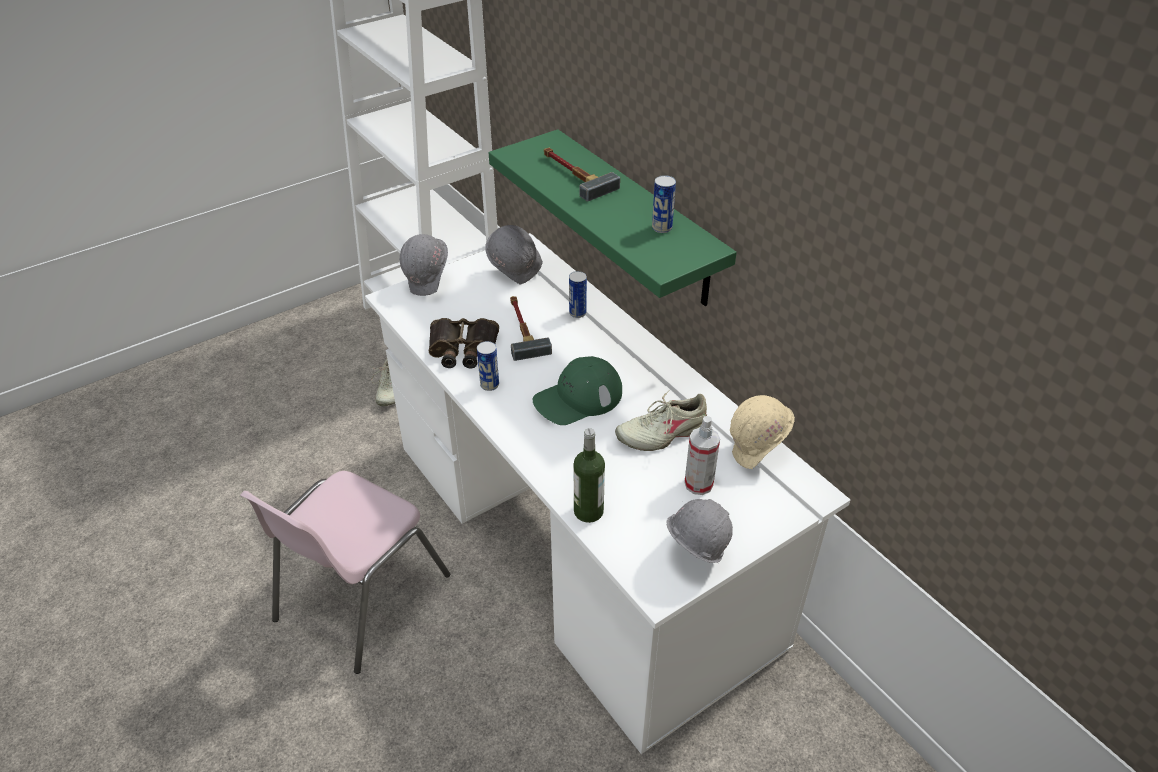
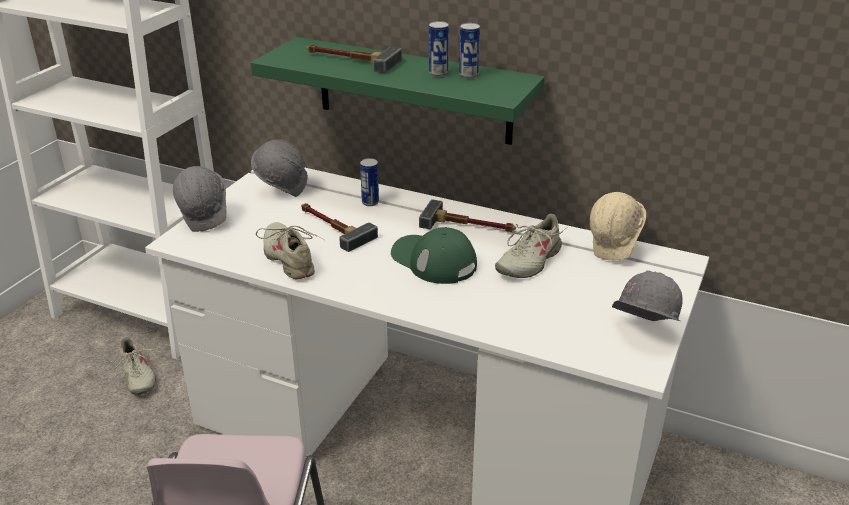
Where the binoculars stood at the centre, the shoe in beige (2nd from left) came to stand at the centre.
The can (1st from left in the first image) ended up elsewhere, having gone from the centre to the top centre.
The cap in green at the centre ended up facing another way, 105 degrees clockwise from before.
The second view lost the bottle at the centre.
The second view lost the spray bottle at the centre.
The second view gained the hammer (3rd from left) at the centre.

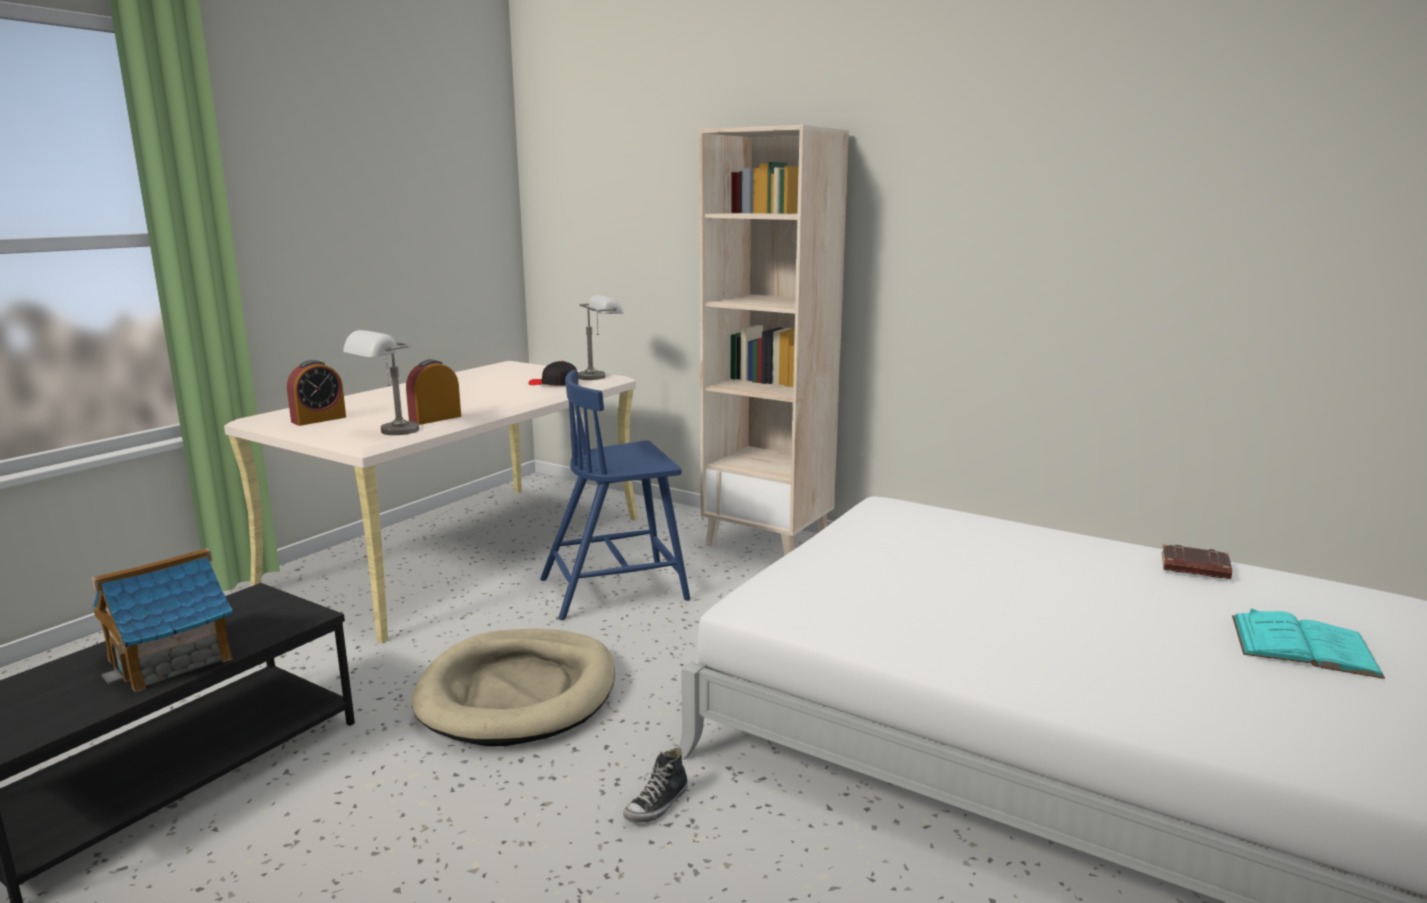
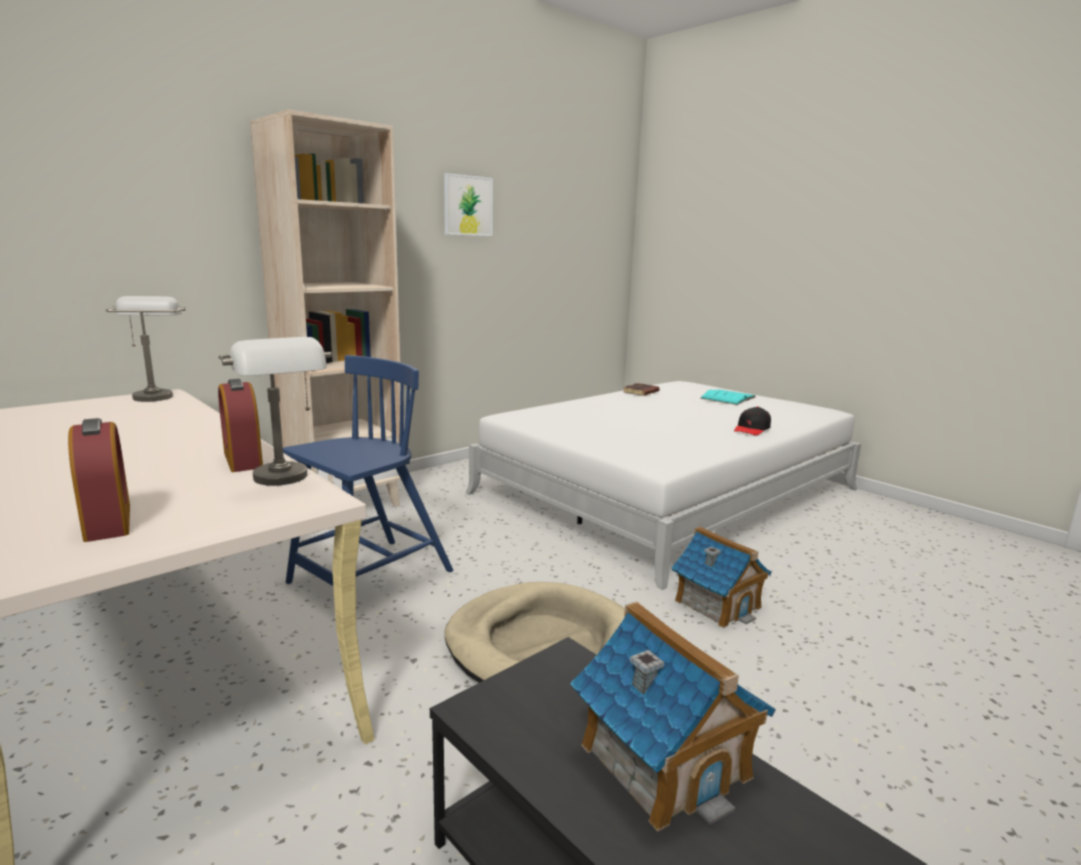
The cap in black ended up elsewhere, having gone from the centre to the middle right.
The chair in blue at the centre ended up facing another way, 135 degrees counterclockwise from before.
Where the shoe stood at the bottom centre, the toy house (2nd from left) came to stand at the bottom right.
The second view gained the picture at the top centre.

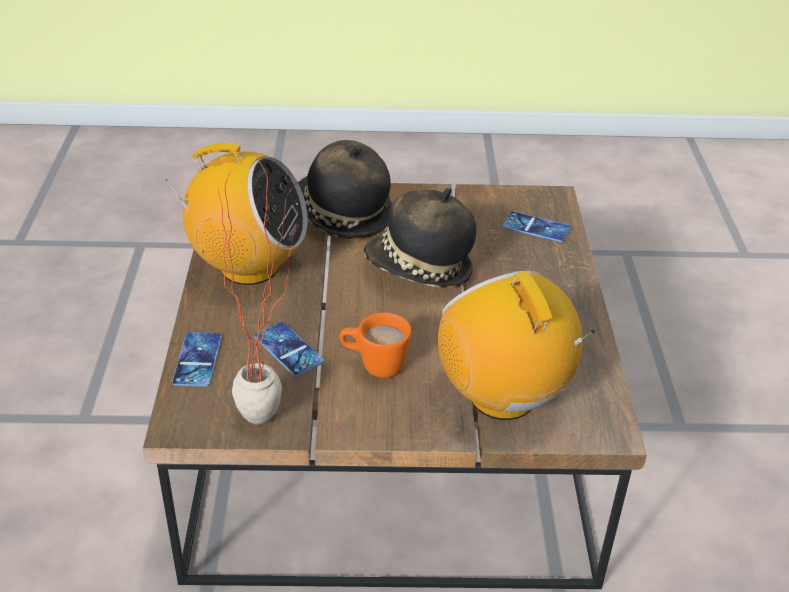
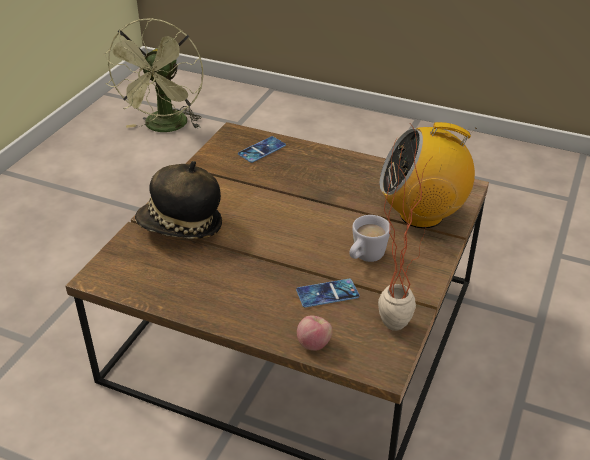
The second view lost the radio (1st from left) at the middle left.
Where the phone (1st from left) stood at the middle left, the apple came to stand at the bottom centre.
What was the mug in orange at the centre turned into the mug in white at the centre.
The second view lost the hat (2nd from left) at the centre.
The second view gained the fan in green at the top left.

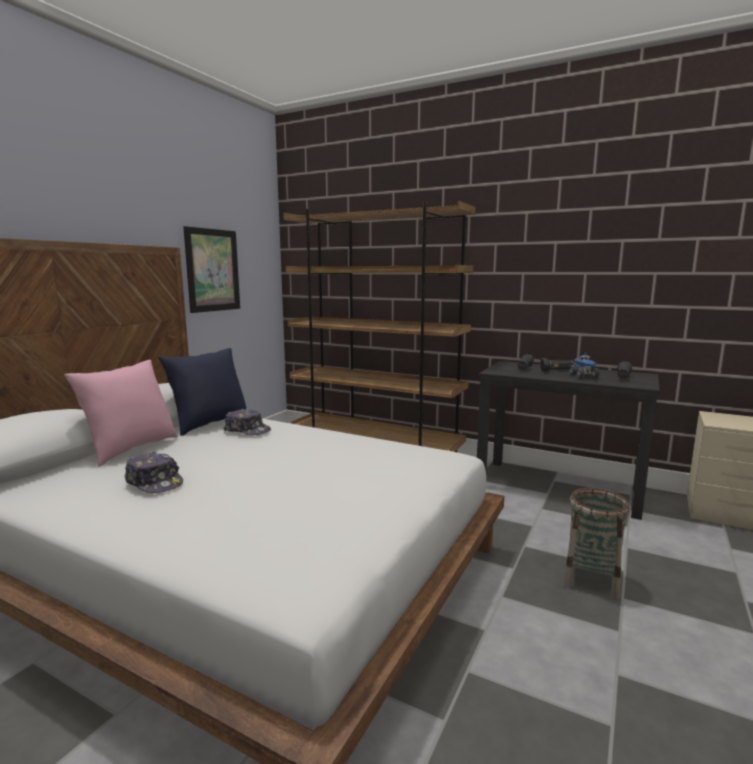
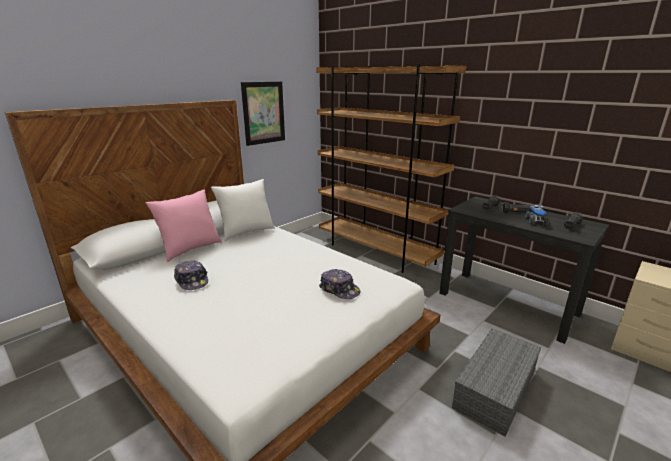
What was the pillow in blue at the middle left turned into the pillow in white at the centre.
The cap (2nd from left) ended up elsewhere, having gone from the middle left to the centre.
Where the basket stood at the bottom right, the storage box in grey came to stand at the bottom right.

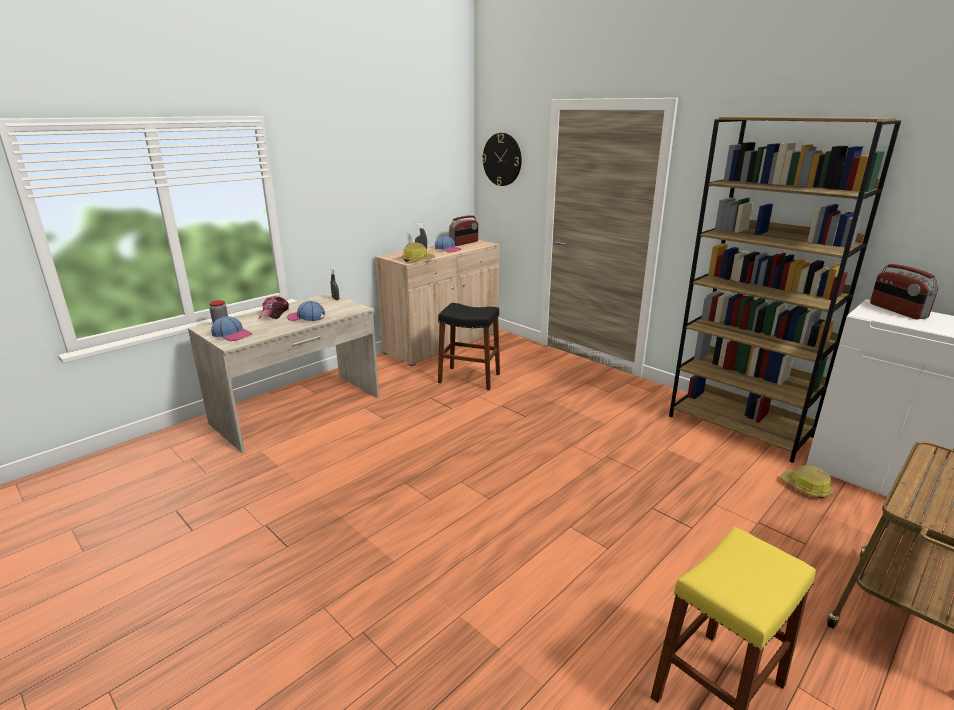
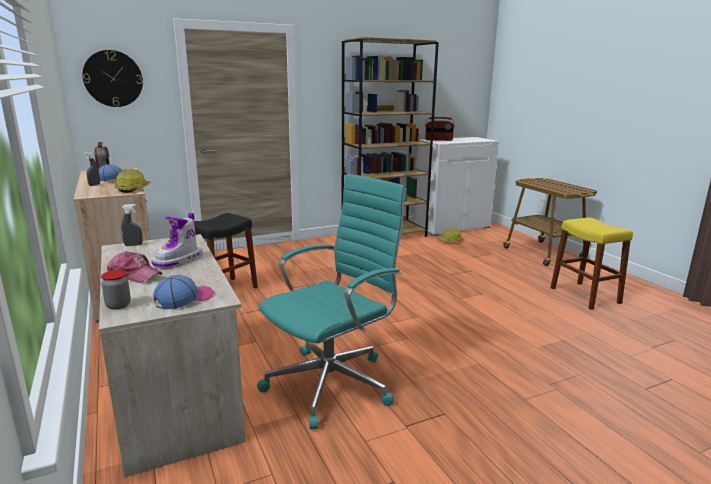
Where the cap (3rd from left) stood at the middle left, the boot came to stand at the middle left.
The second view gained the office chair in turquoise at the centre.

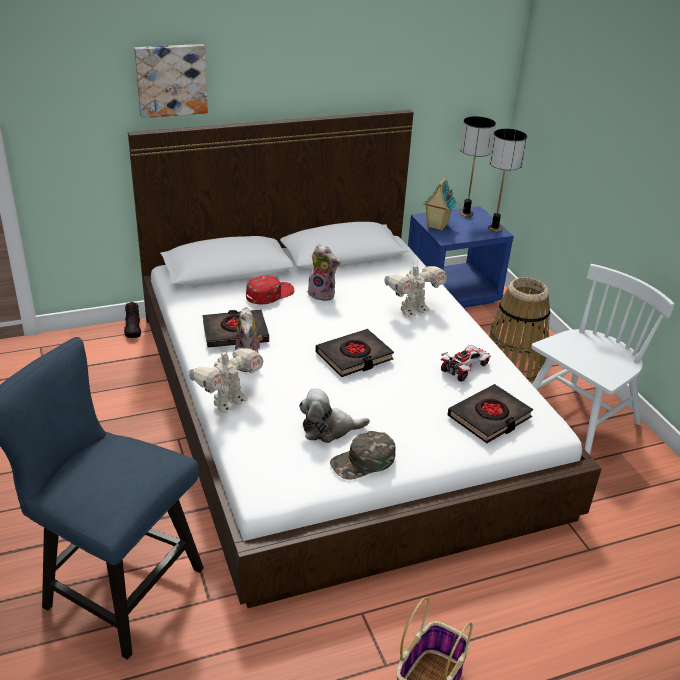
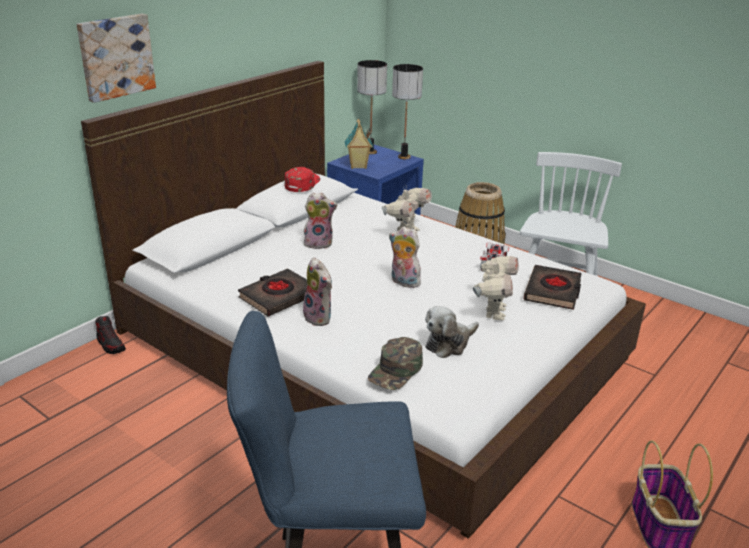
The toy robot (1st from left in the first image) ended up elsewhere, having gone from the middle left to the centre.
The cap in red ended up elsewhere, having gone from the centre to the top centre.
Where the book in black (2nd from left) stood at the centre, the plush toy (3rd from left) came to stand at the centre.
The cap in green ended up elsewhere, having gone from the bottom centre to the centre.

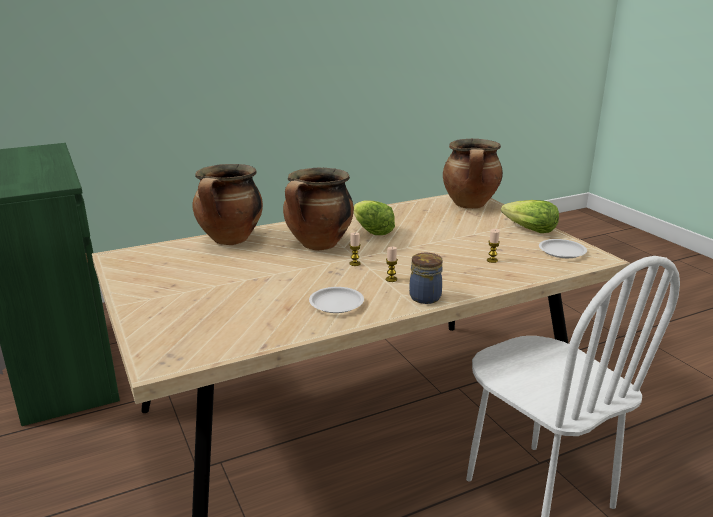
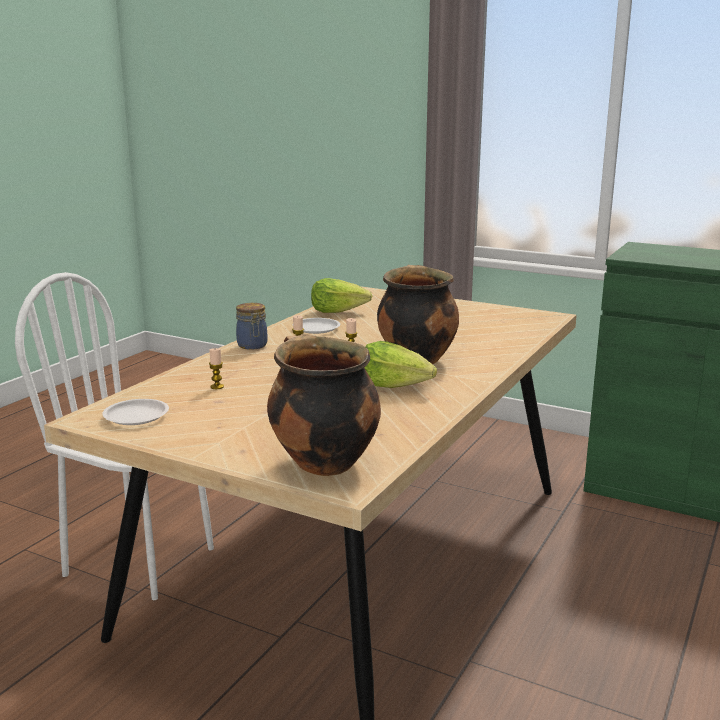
The second view lost the cooking pot (1st from left) at the middle left.
The lettuce (2nd from left in the first image) ended up elsewhere, having gone from the middle right to the centre.

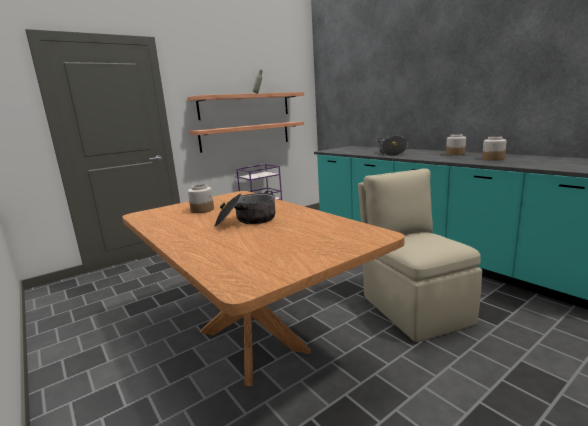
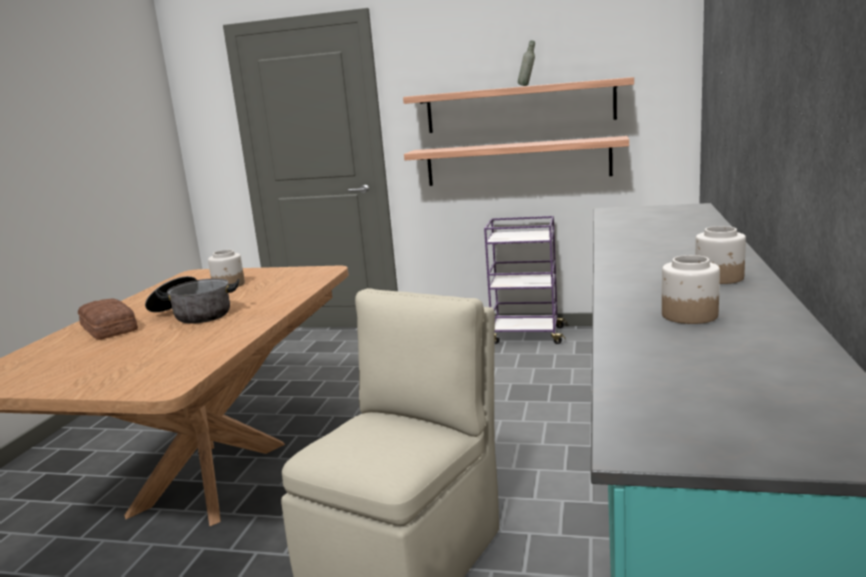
The second view lost the cooking pot (2nd from left) at the middle right.
The second view gained the bread at the middle left.

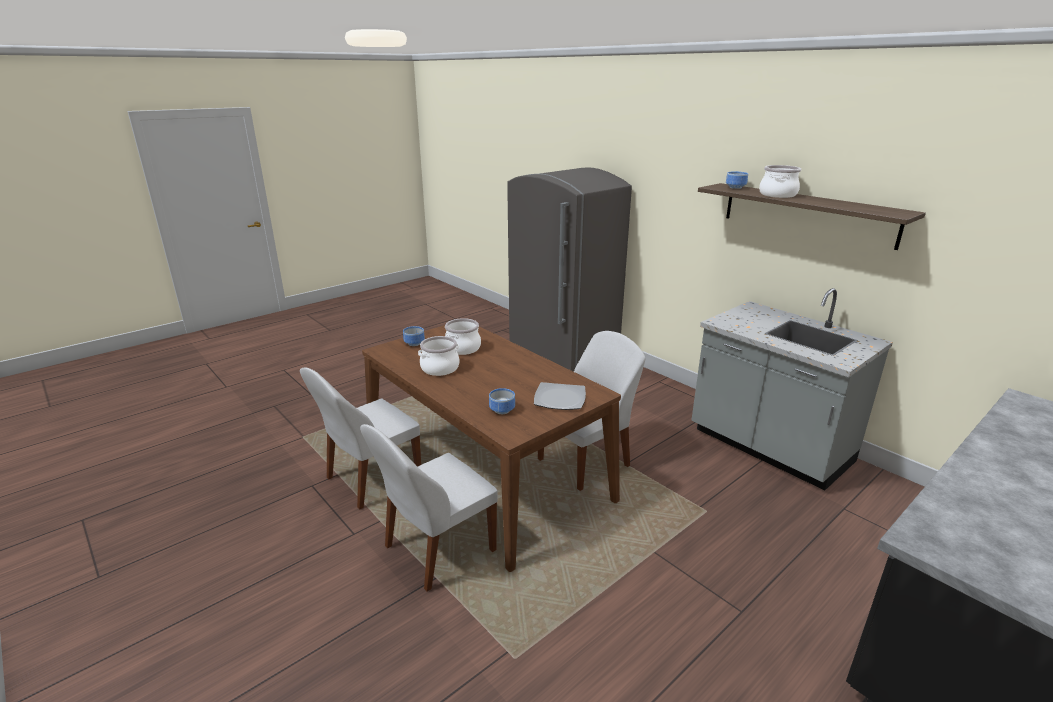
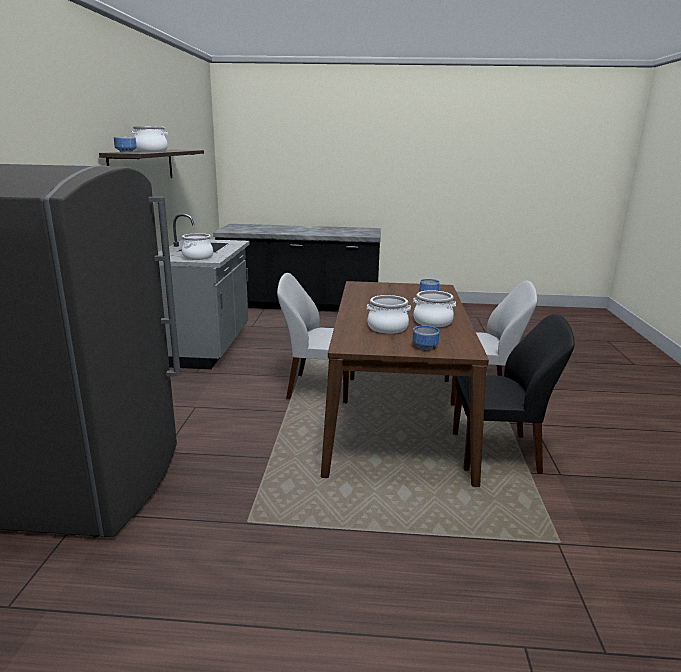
What was the chair in white (1st from left) at the centre turned into the chair in black at the middle right.
The second view lost the plate at the centre.
The second view gained the cooking pot (2nd from left) at the middle left.

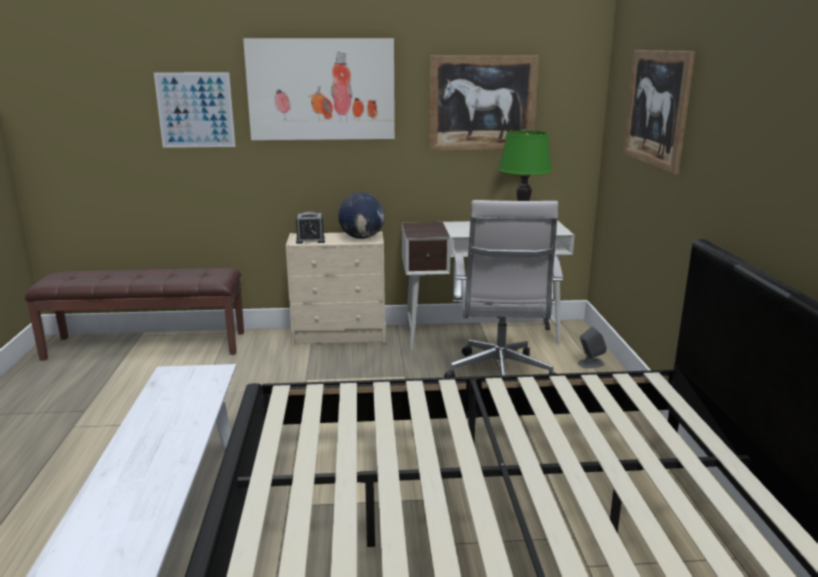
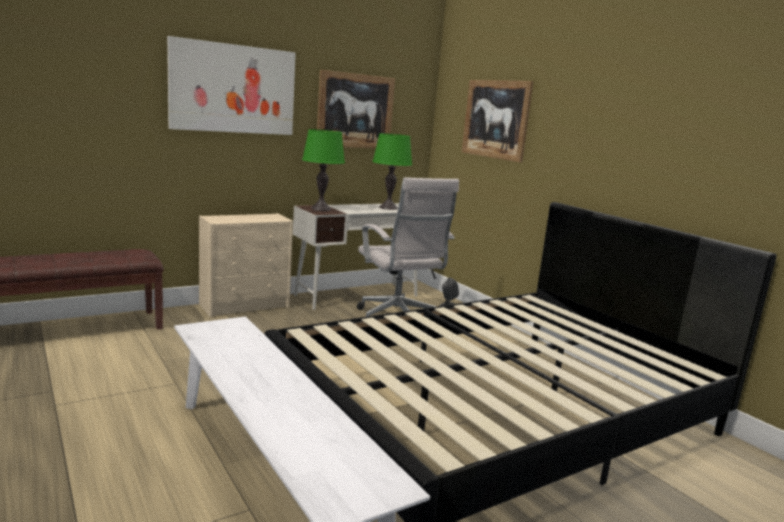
The second view lost the picture (1st from left) at the top left.
The second view lost the alarm clock at the centre.
The second view lost the globe at the centre.
The second view gained the table lamp in green (1st from left) at the top centre.

